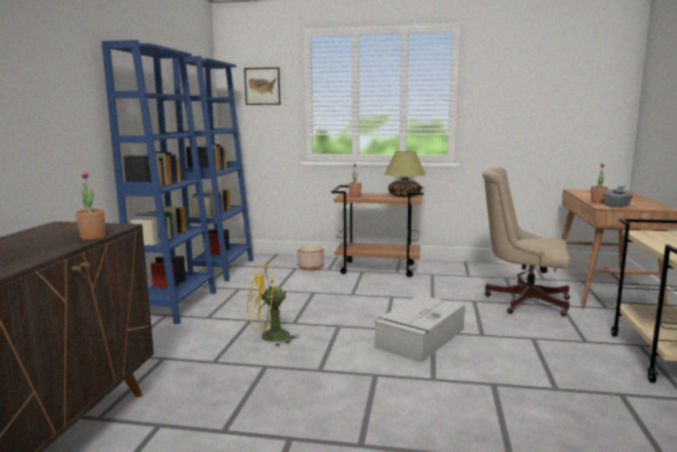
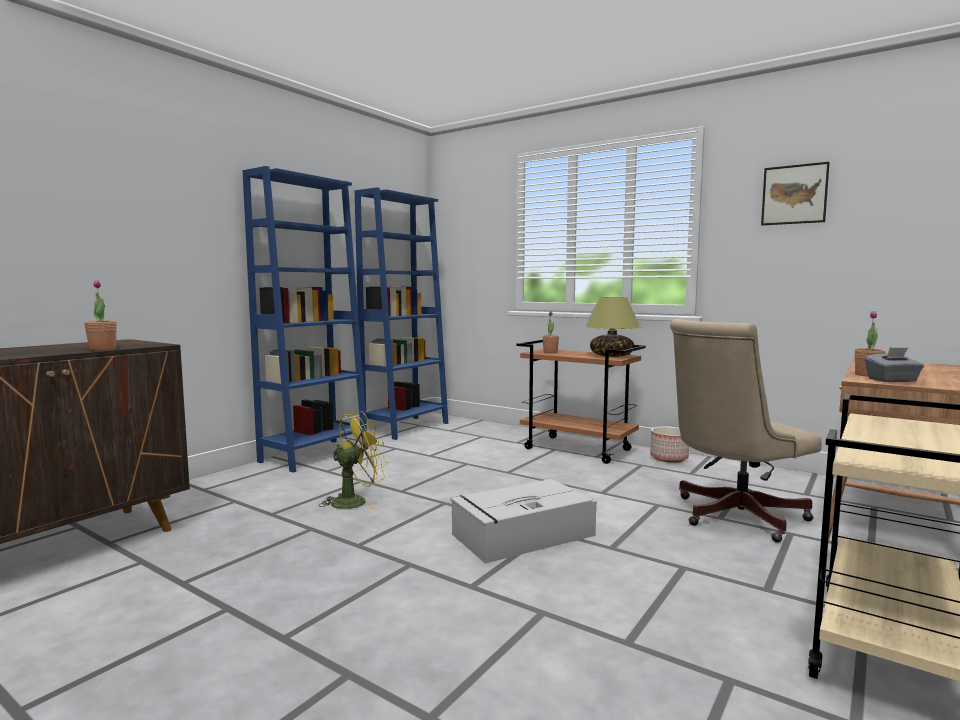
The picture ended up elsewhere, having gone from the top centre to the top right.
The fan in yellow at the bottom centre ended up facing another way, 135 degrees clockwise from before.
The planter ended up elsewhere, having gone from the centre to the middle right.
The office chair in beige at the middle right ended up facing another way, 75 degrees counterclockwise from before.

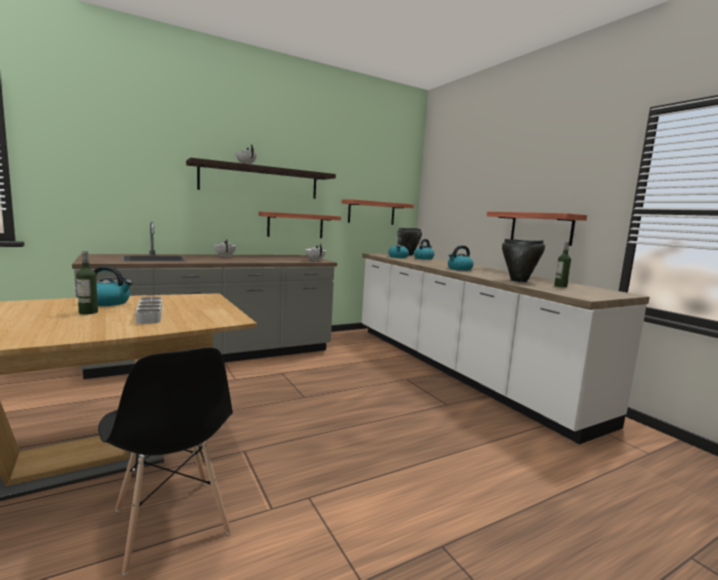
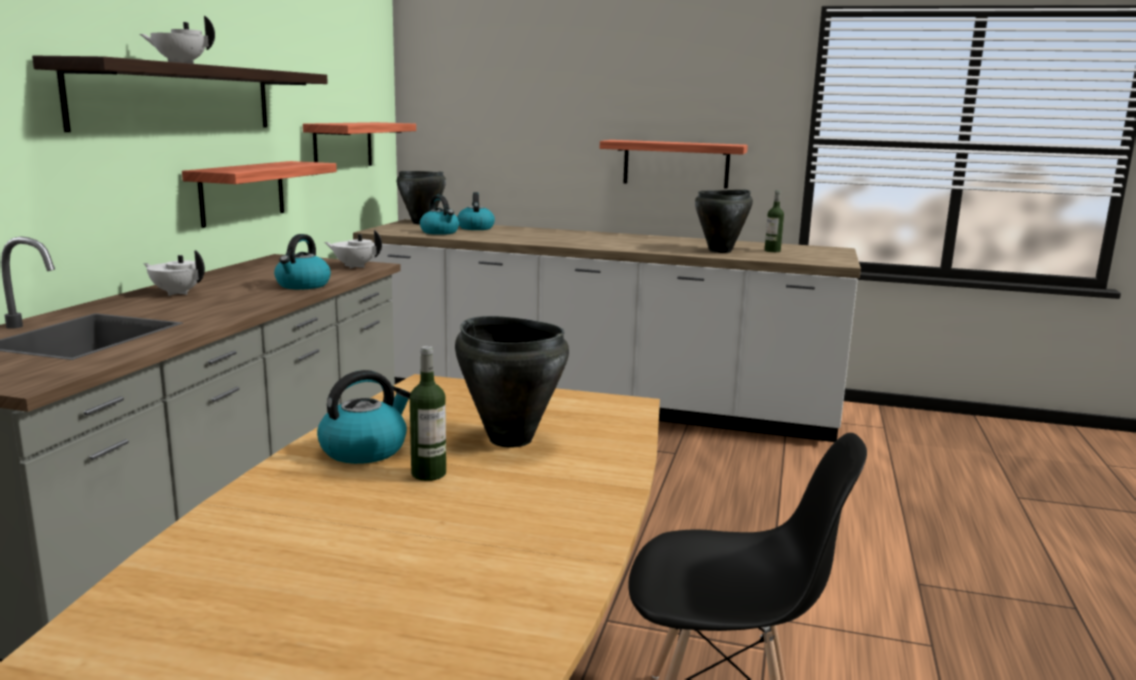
Where the tray in grey stood at the middle left, the cooking pot in black (2nd from left) came to stand at the centre.
The kettle (4th from left in the first image) ended up elsewhere, having gone from the centre to the middle left.

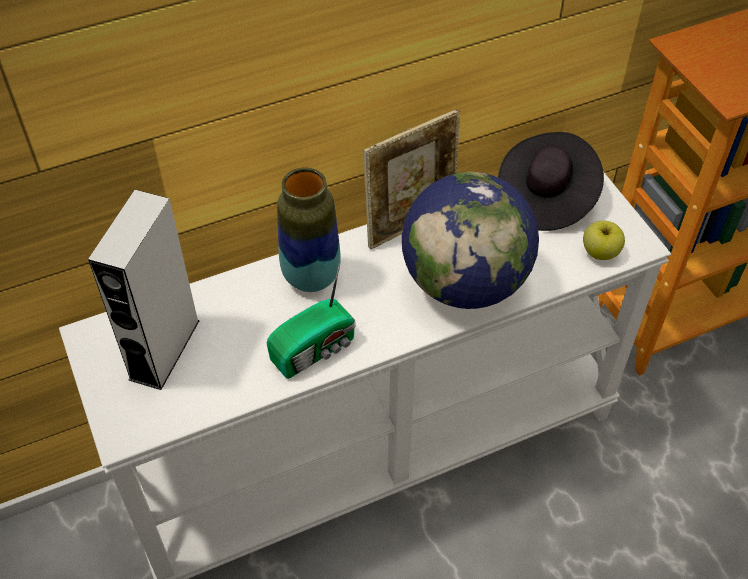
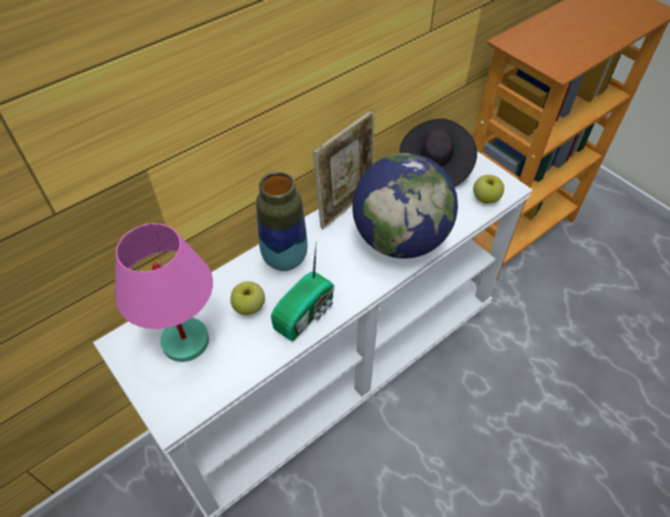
Where the speaker in grey stood at the middle left, the table lamp in pink came to stand at the middle left.
The second view gained the apple (1st from left) at the centre.

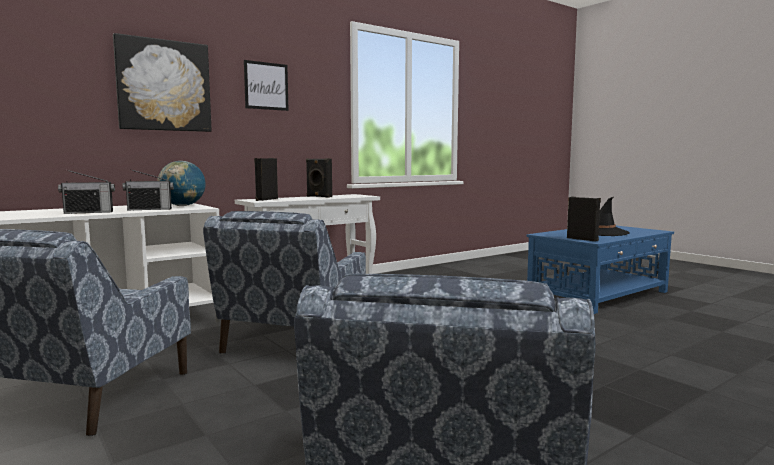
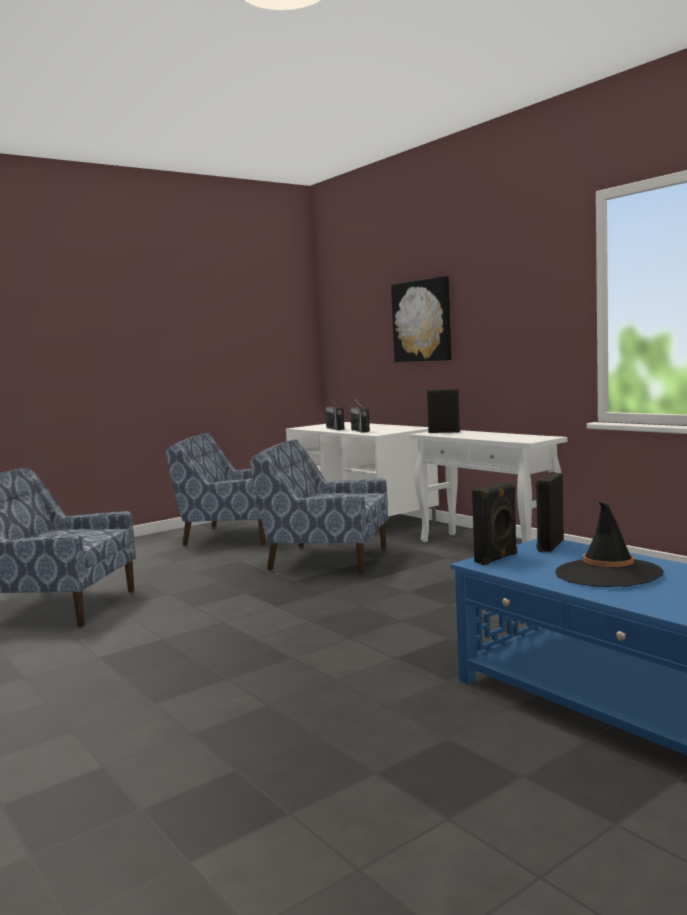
The second view lost the globe at the middle left.
The second view lost the picture (2nd from left) at the top centre.
The speaker in black (2nd from left in the first image) ended up elsewhere, having gone from the centre to the middle right.

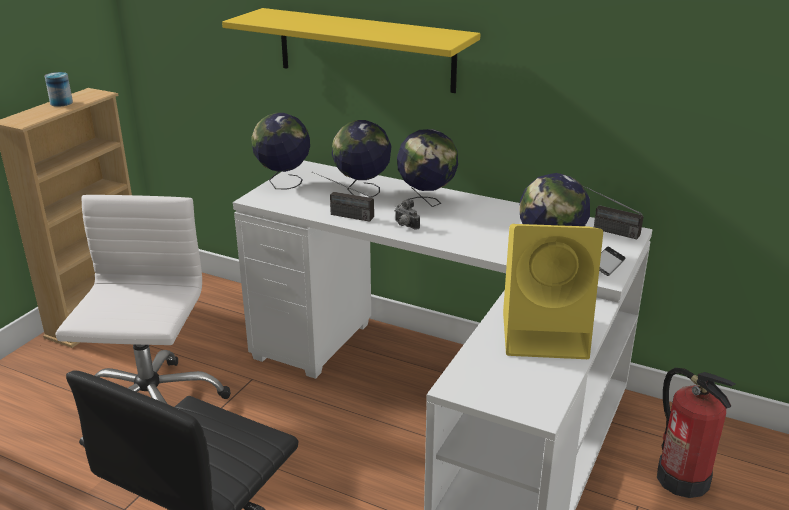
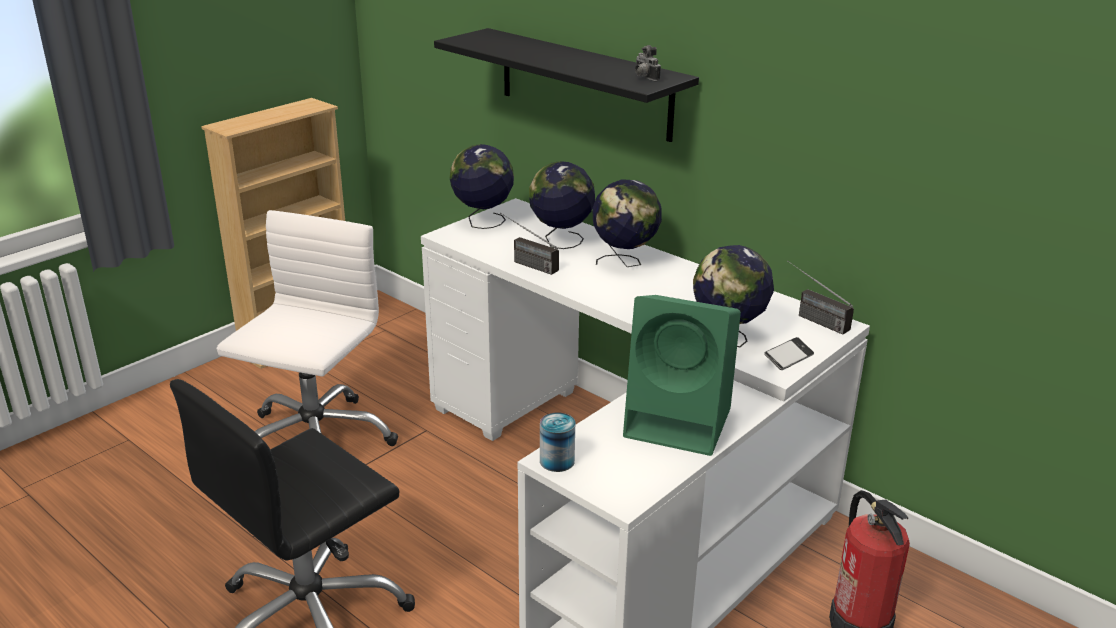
The can ended up elsewhere, having gone from the top left to the bottom centre.
What was the shelf in yellow at the top centre turned into the shelf in black at the top centre.
The photo camera ended up elsewhere, having gone from the centre to the top centre.
What was the speaker in yellow at the middle right turned into the speaker in green at the centre.

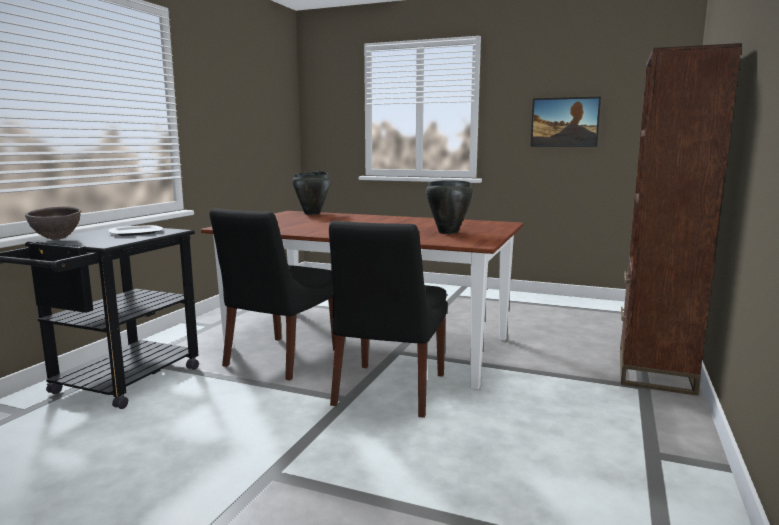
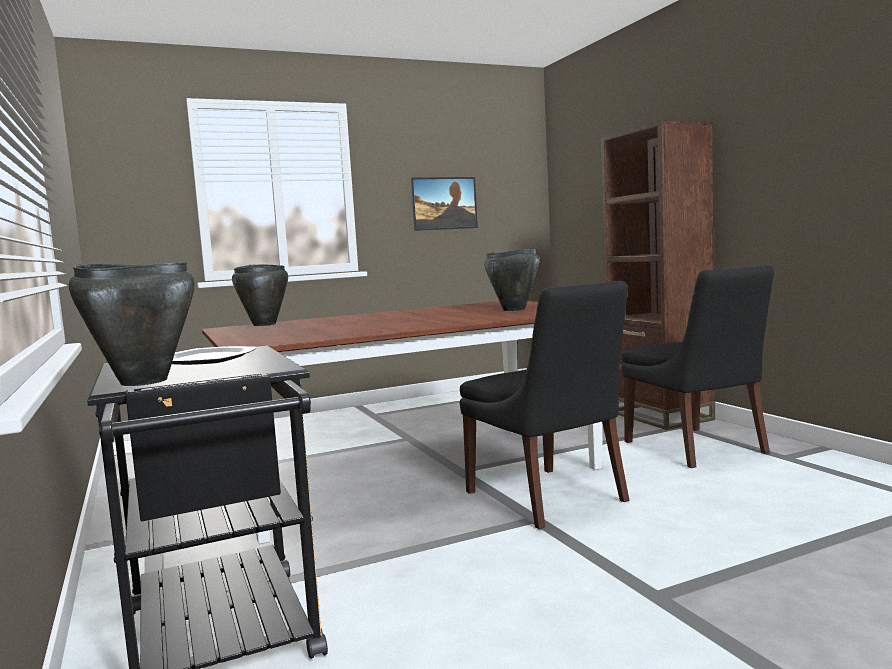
Where the bowl in brown stood at the middle left, the cooking pot in black (1st from left) came to stand at the middle left.
The chair in black (1st from left in the first image) ended up elsewhere, having gone from the centre to the middle right.

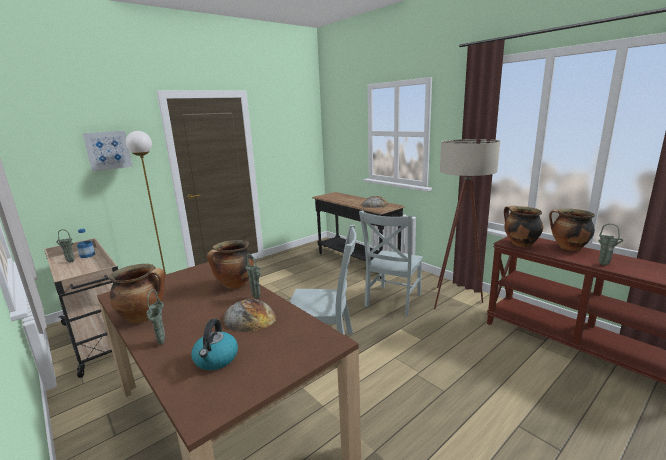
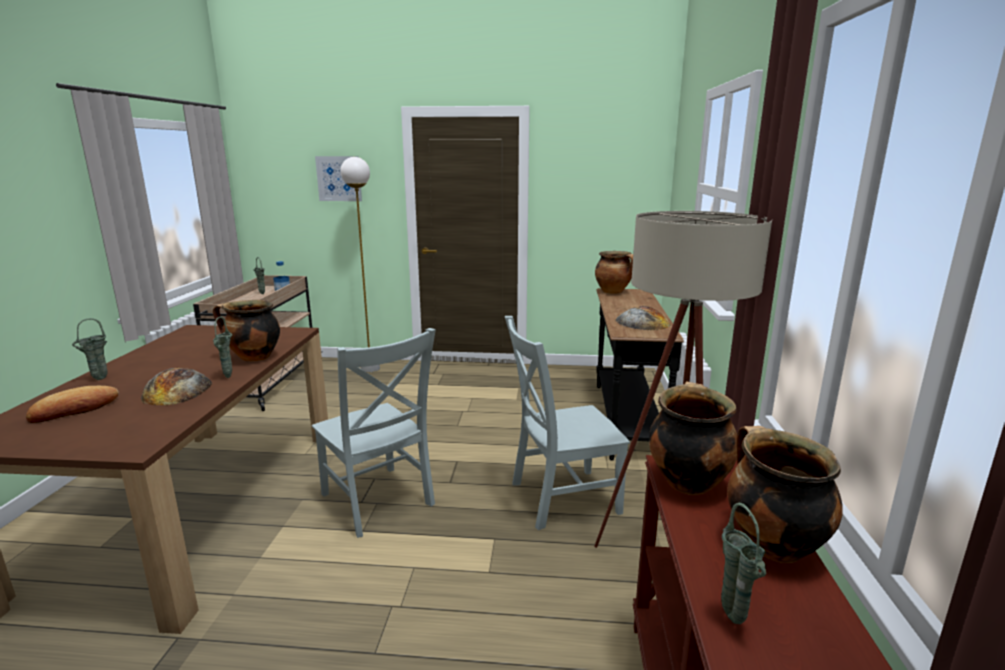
The cooking pot (1st from left in the first image) ended up elsewhere, having gone from the middle left to the centre.
Where the kettle stood at the bottom left, the bread (1st from left) came to stand at the middle left.

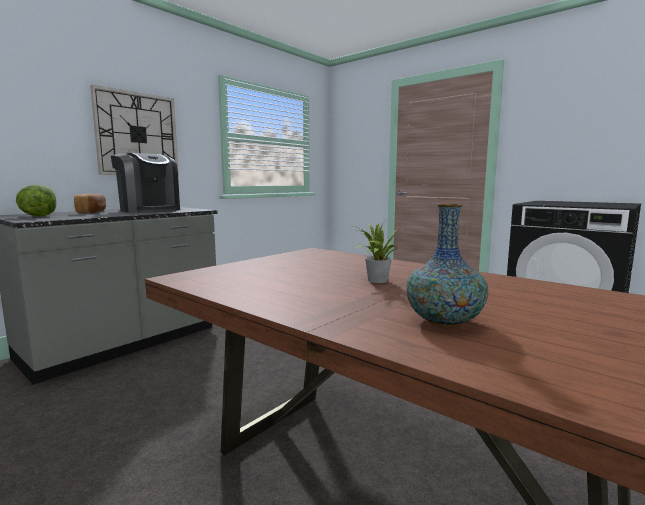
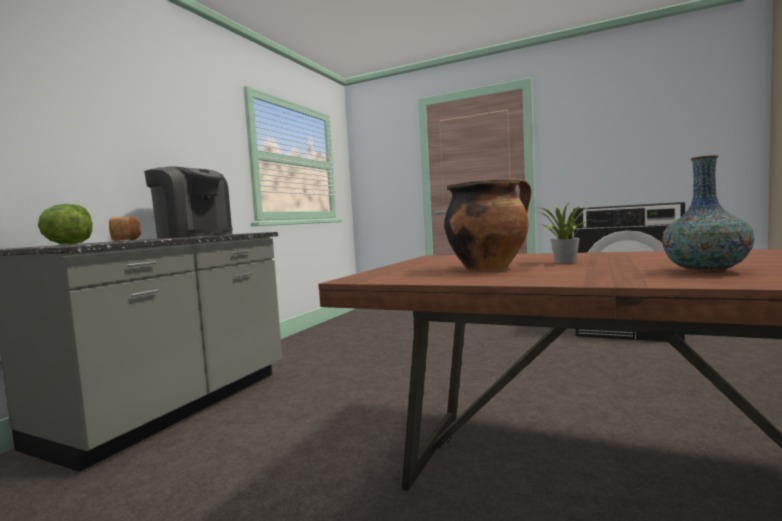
The second view lost the wall clock at the top left.
The second view gained the cooking pot at the centre.

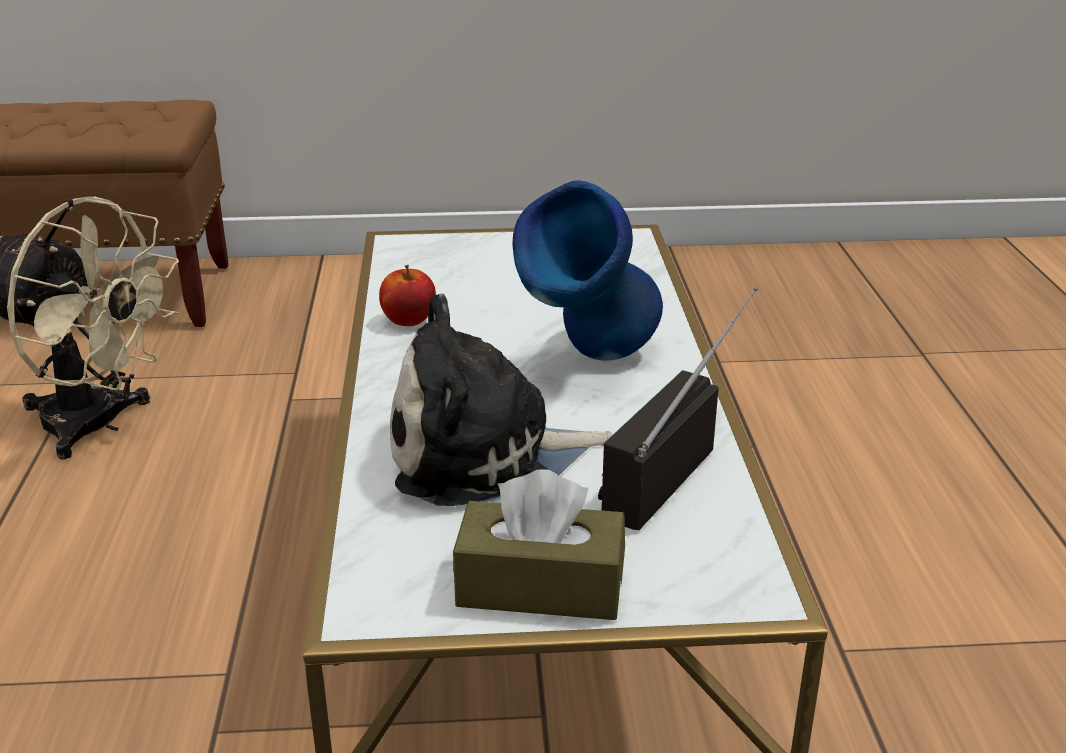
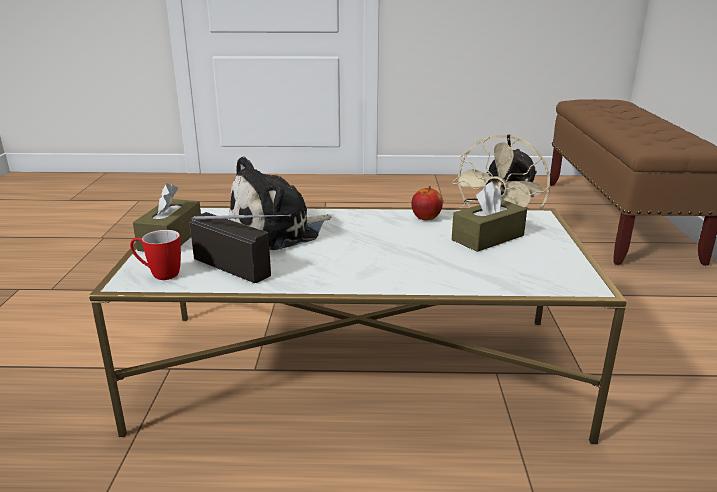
The plush toy at the centre ended up facing another way, 120 degrees counterclockwise from before.
The second view lost the vase in blue at the centre.
The second view gained the mug at the middle left.
The second view gained the tissue box in brown (2nd from left) at the middle right.

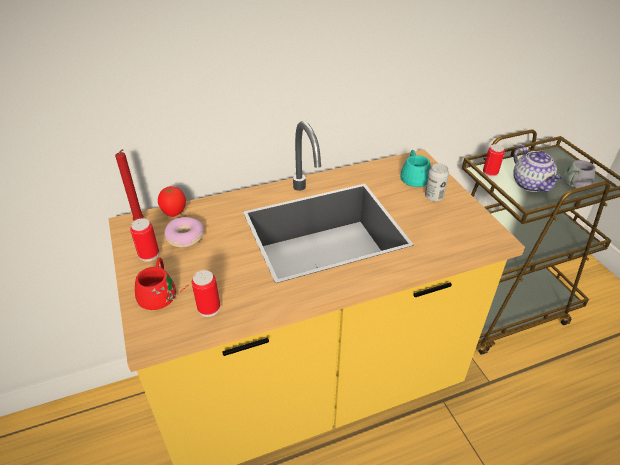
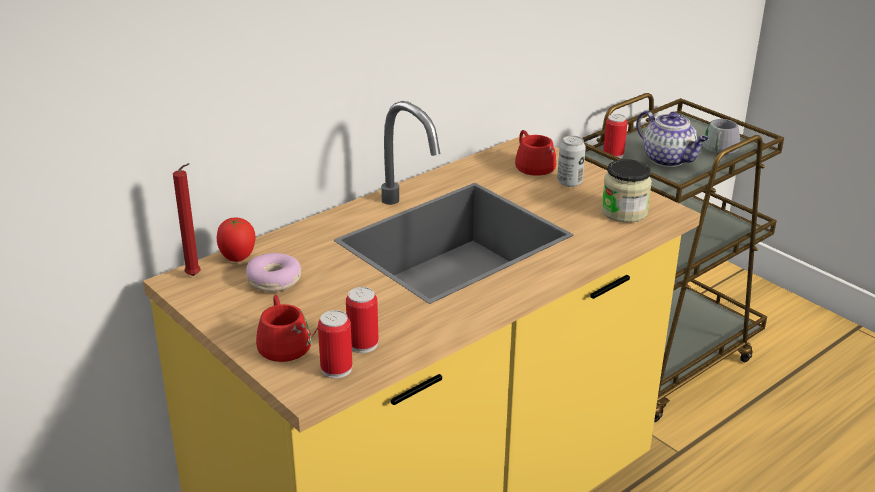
The can (1st from left) ended up elsewhere, having gone from the middle left to the bottom centre.
What was the mug in turquoise at the middle right turned into the mug in red (2nd from left) at the top centre.
The second view gained the jar at the middle right.

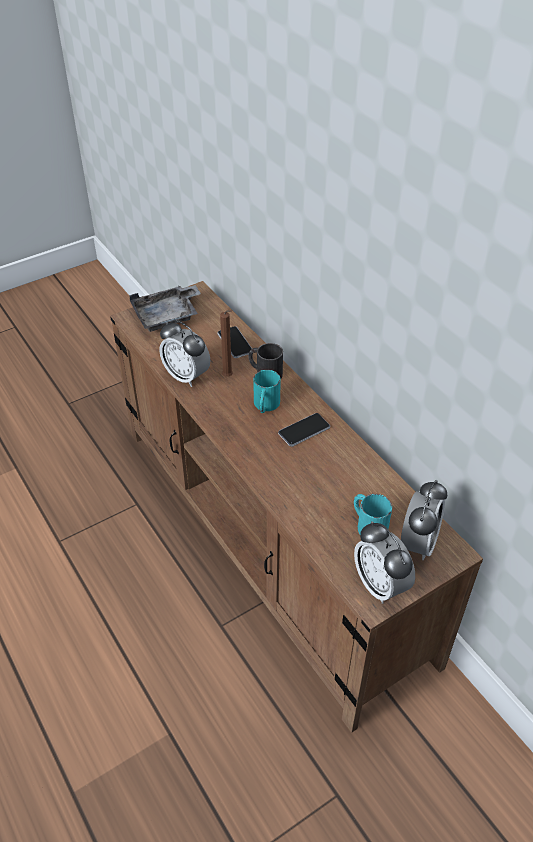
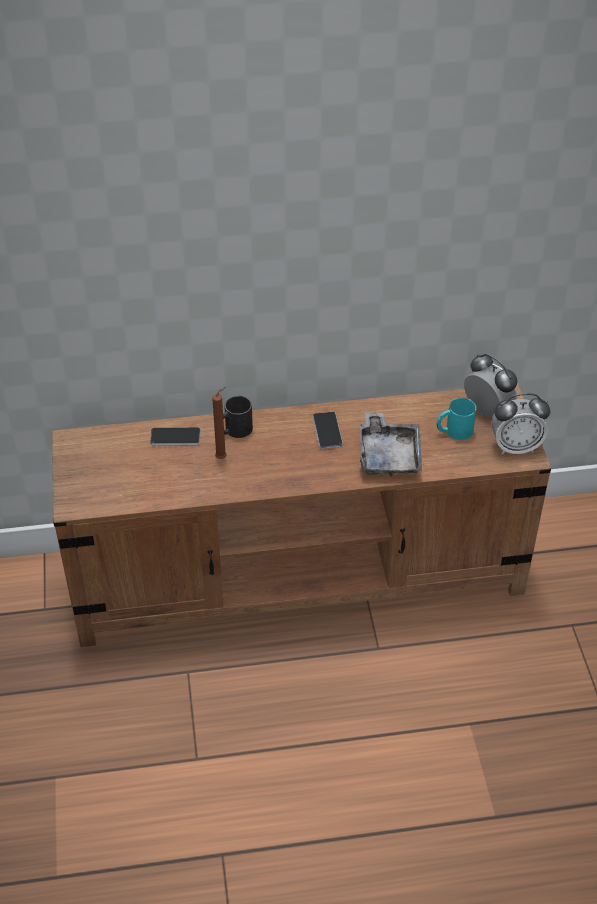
The tray in grey ended up elsewhere, having gone from the middle left to the centre.
The second view lost the alarm clock (1st from left) at the centre.
The second view lost the mug in turquoise (1st from left) at the centre.

